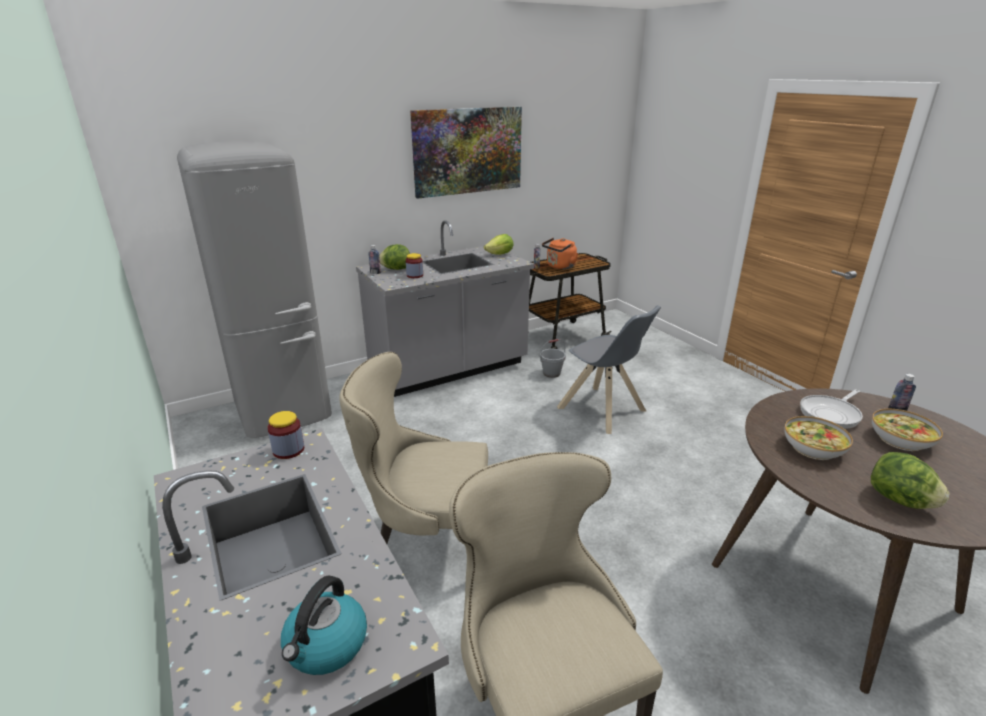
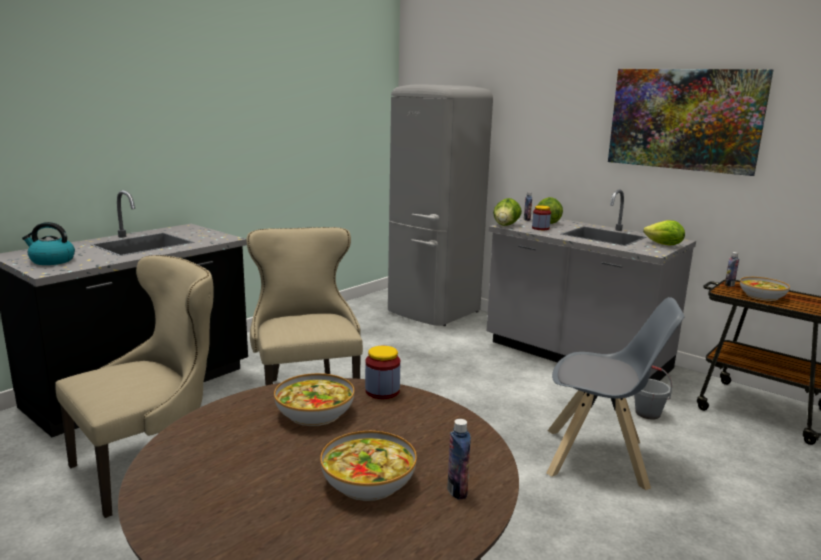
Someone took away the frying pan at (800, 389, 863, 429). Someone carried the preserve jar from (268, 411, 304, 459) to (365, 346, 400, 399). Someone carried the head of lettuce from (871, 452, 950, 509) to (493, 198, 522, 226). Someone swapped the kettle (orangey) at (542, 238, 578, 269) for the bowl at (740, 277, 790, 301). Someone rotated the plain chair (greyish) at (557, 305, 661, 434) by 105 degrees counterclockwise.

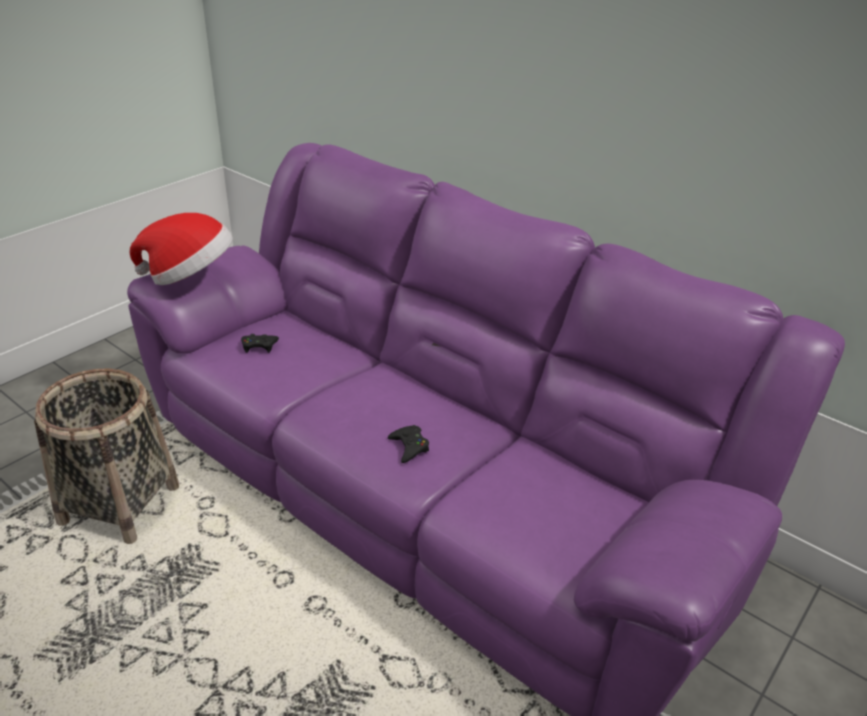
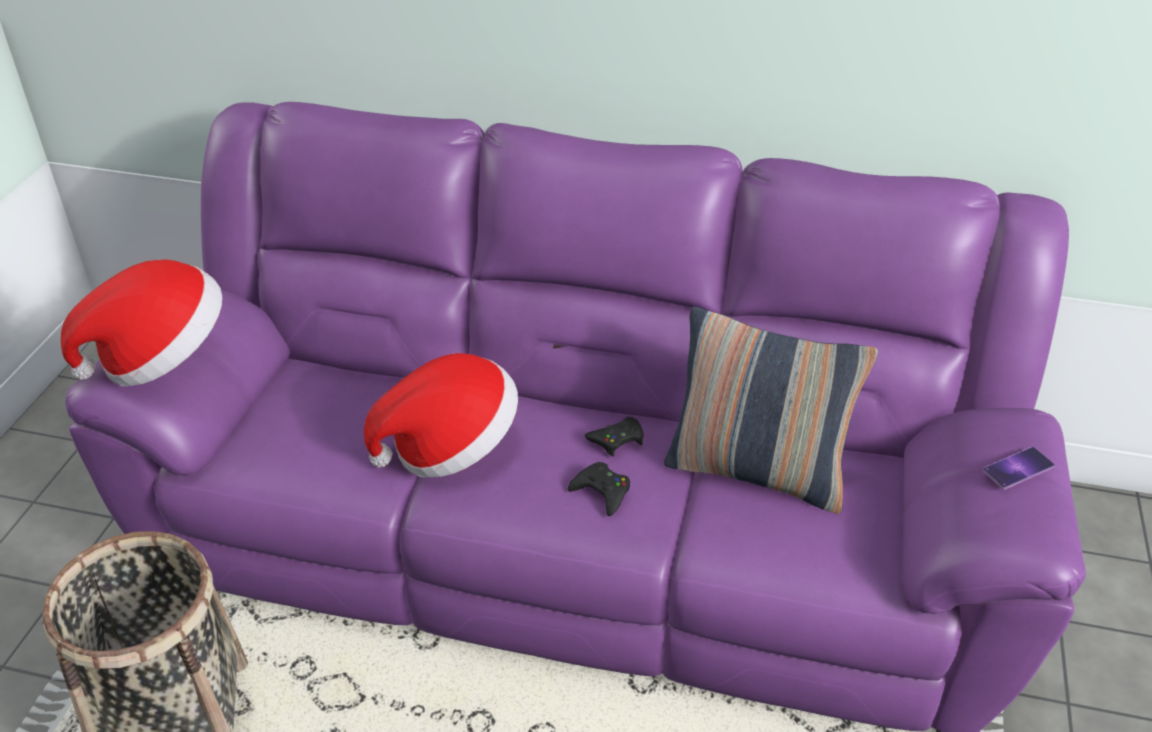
Someone put down the wearable hat at (364, 353, 518, 477). Someone put down the cushion at (664, 307, 878, 514). Someone put down the handset at (983, 447, 1055, 489). Someone carried the joypad (black-coloured) from (241, 334, 279, 353) to (585, 417, 644, 457).

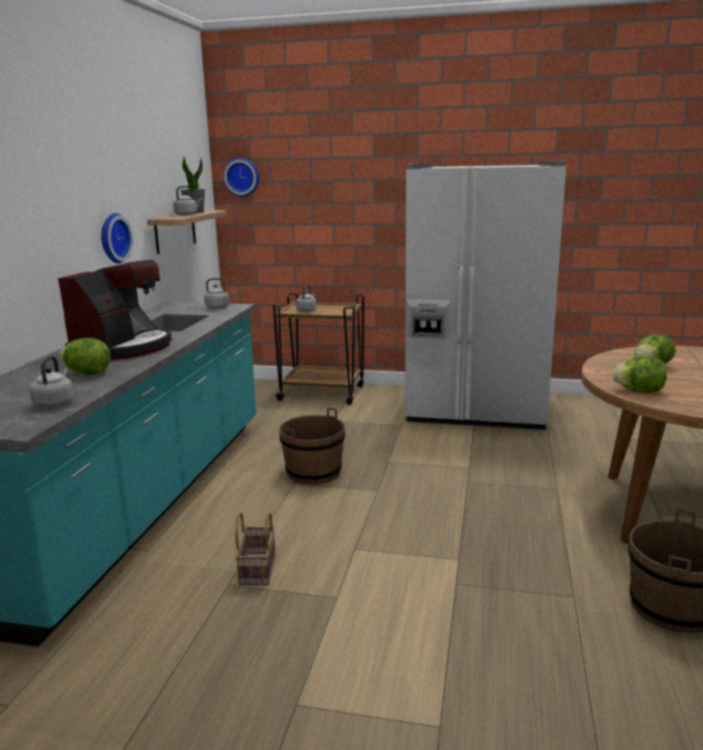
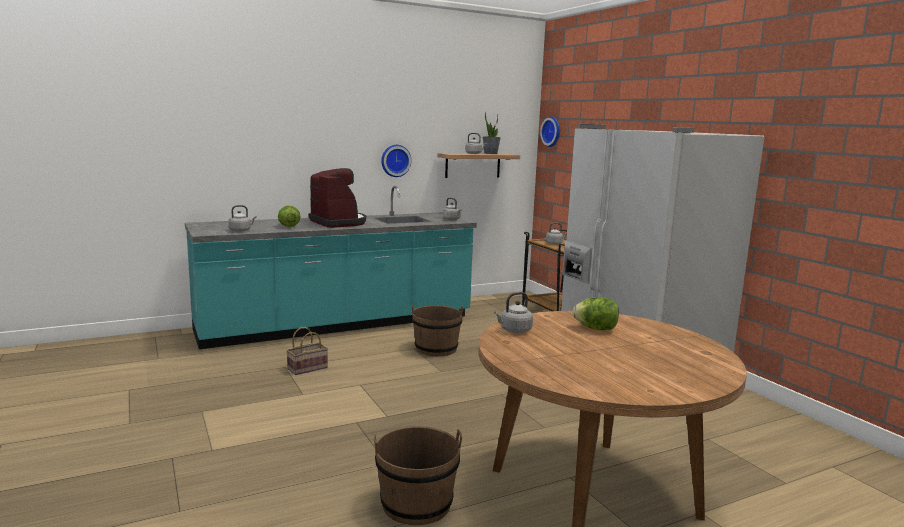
Someone swapped the head of lettuce at (612, 356, 667, 393) for the kettle (greyish) at (494, 292, 533, 333). Someone rotated the coffee brewer at (58, 260, 172, 360) by 105 degrees counterclockwise.

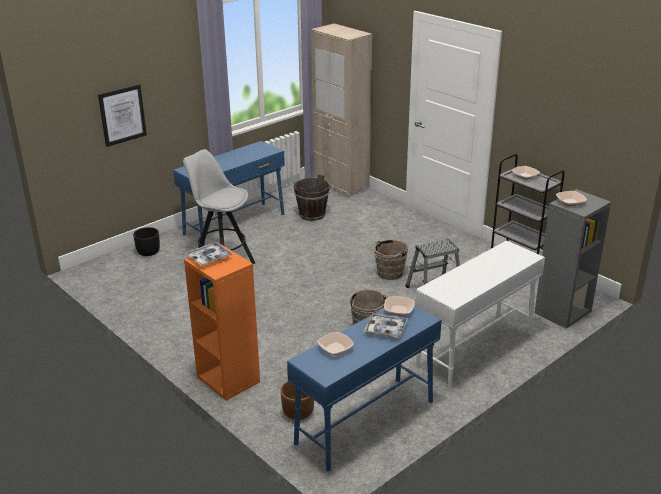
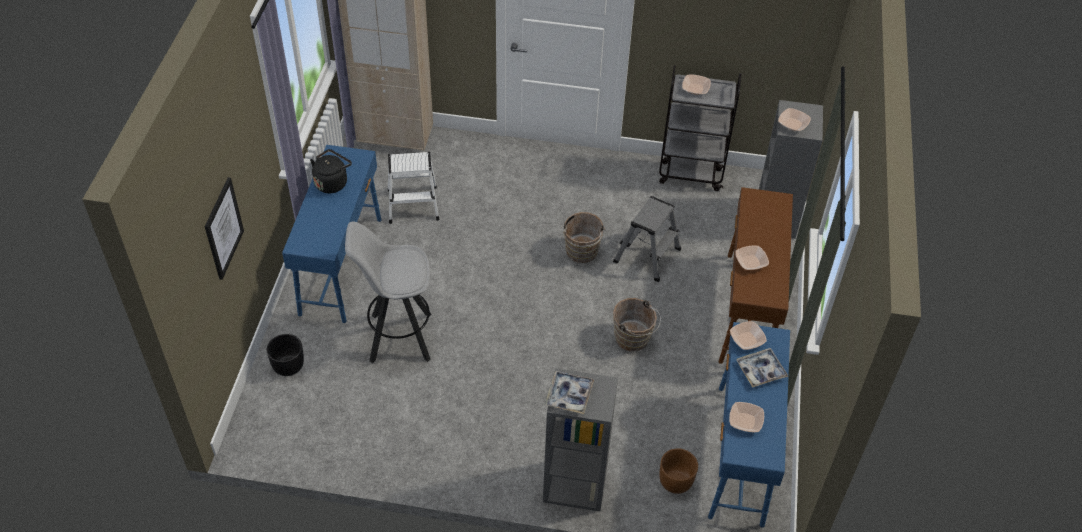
Someone put down the kettle (black-coloured) at (310, 149, 352, 193). Someone put down the bowl at (735, 245, 769, 270). Someone swapped the bucket (brown-coloured) at (294, 174, 330, 221) for the stepladder (white-coloured) at (388, 152, 439, 224). Someone repainted the bookshelf (orangey) at (184, 244, 260, 401), which became the bookshelf (greyish) at (543, 368, 618, 511). Someone repainted the console table (white-coloured) at (415, 240, 545, 388), which became the console table (brown-coloured) at (719, 187, 793, 364).

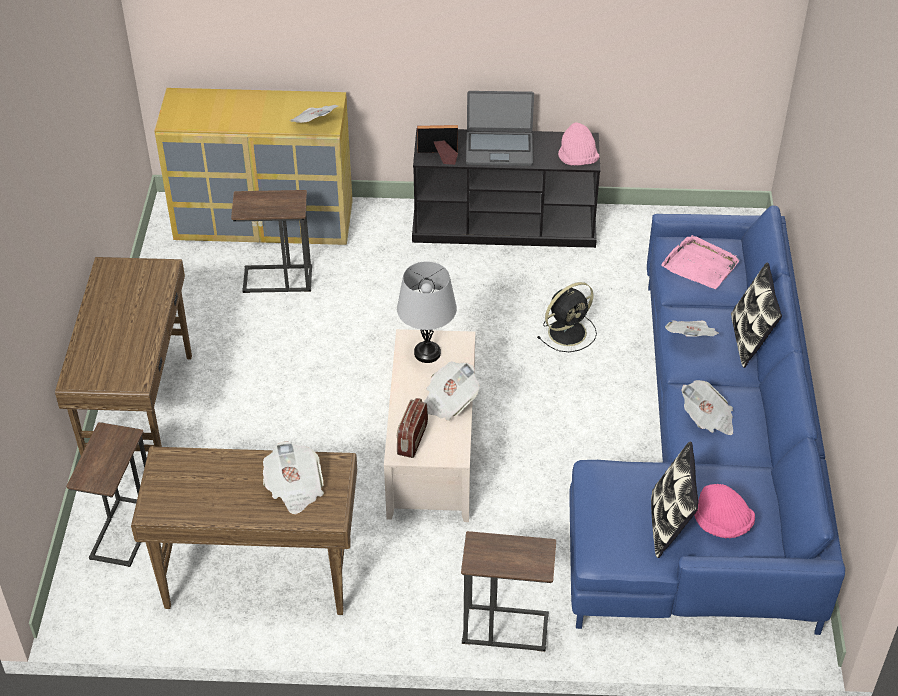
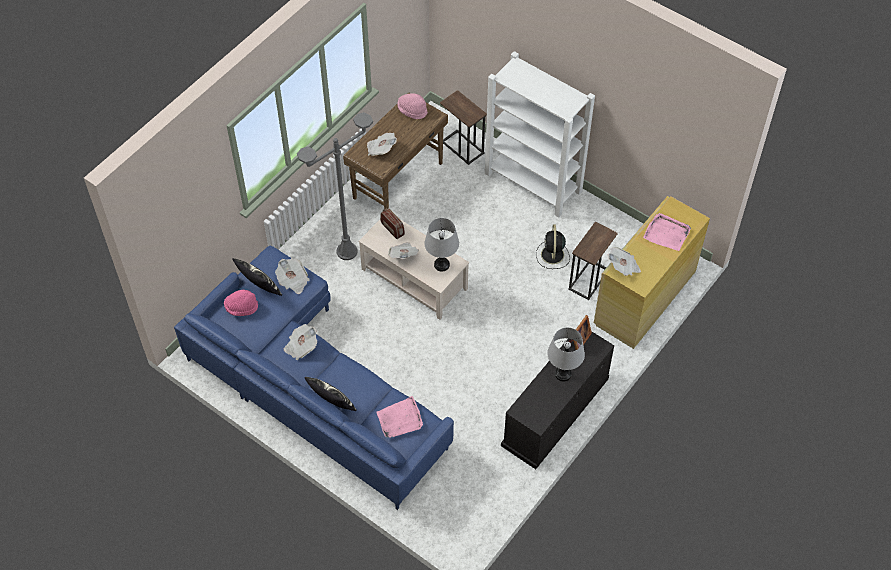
Someone took away the side table (brown-coloured) at (461, 531, 556, 652). Someone put down the floor lamp (greyish) at (297, 112, 373, 260). Someone put down the carrying tray (pinkish) at (643, 213, 691, 251). Someone carried the electric fan (black-coloured) from (537, 282, 597, 352) to (536, 224, 570, 269). Someone carried the wearable hat (pinkish) from (558, 123, 600, 166) to (397, 93, 428, 119). Someone carried the newspaper from (665, 320, 719, 337) to (275, 258, 310, 294). Someone swapped the console table (brown-coloured) at (55, 257, 192, 455) for the bookshelf (white-coloured) at (485, 51, 595, 217). Someone swapped the portable computer at (466, 91, 534, 166) for the table lamp (greyish) at (547, 328, 585, 381).

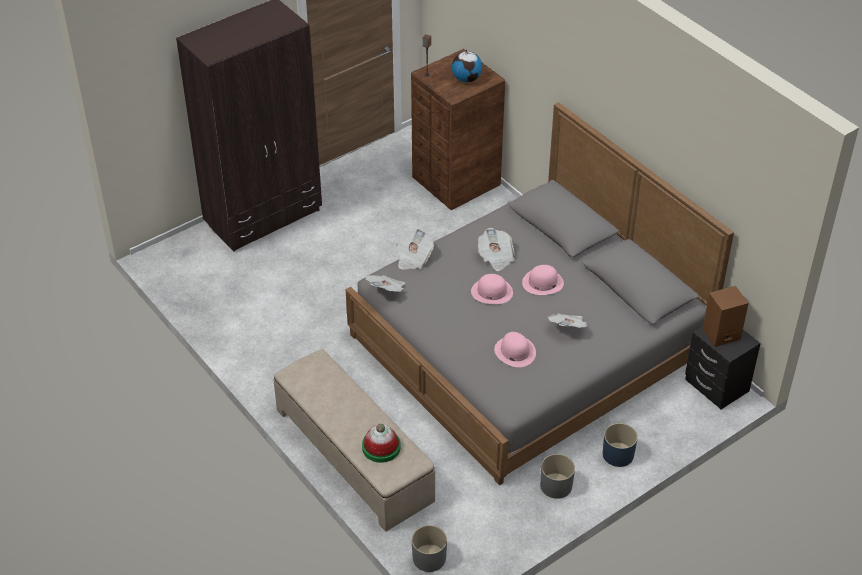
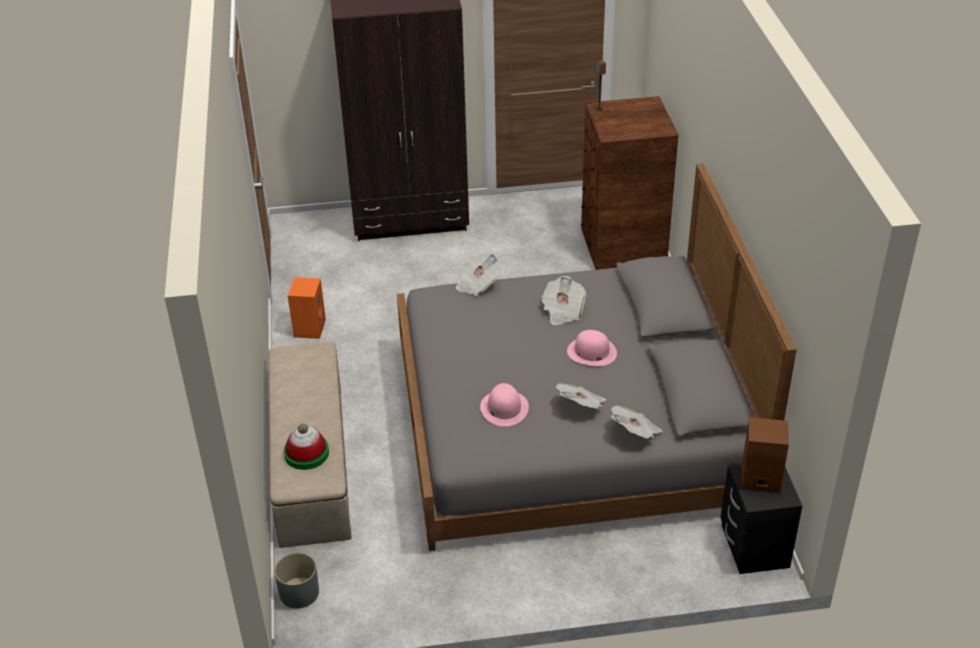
Someone took away the world globe at (452, 49, 482, 82). Someone took away the wearable hat (pinkish) at (471, 274, 513, 304). Someone took away the planter (greyish) at (540, 454, 575, 499). Someone took away the planter (blue-coloured) at (603, 423, 638, 467). Someone put down the speaker (orangey) at (288, 277, 326, 339). Someone carried the newspaper from (366, 275, 406, 292) to (611, 405, 663, 439).

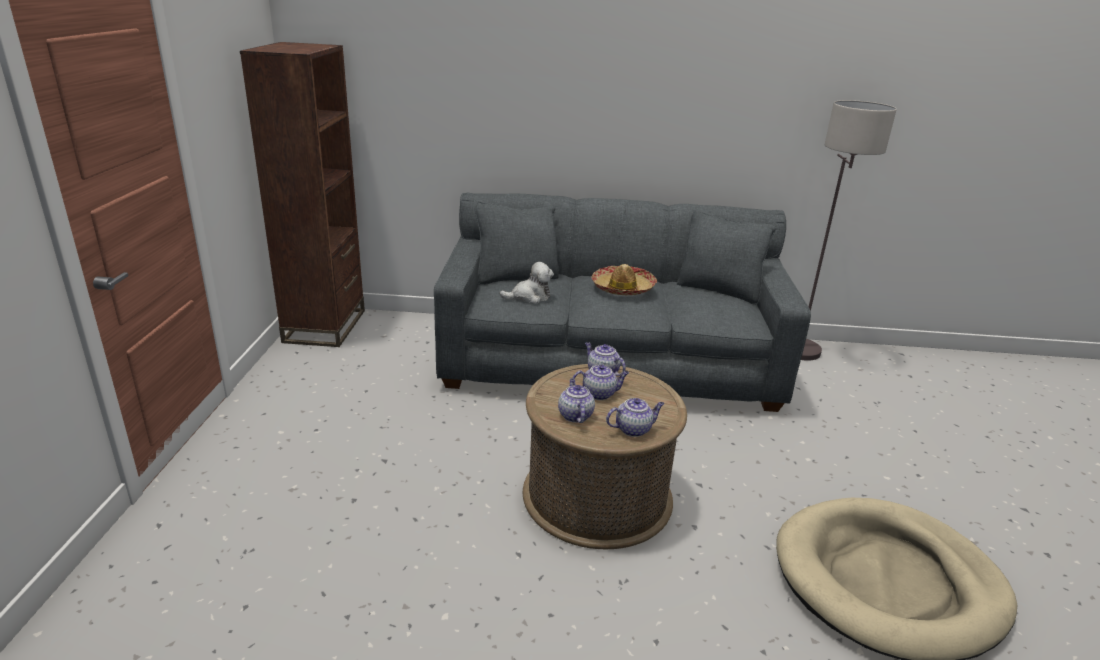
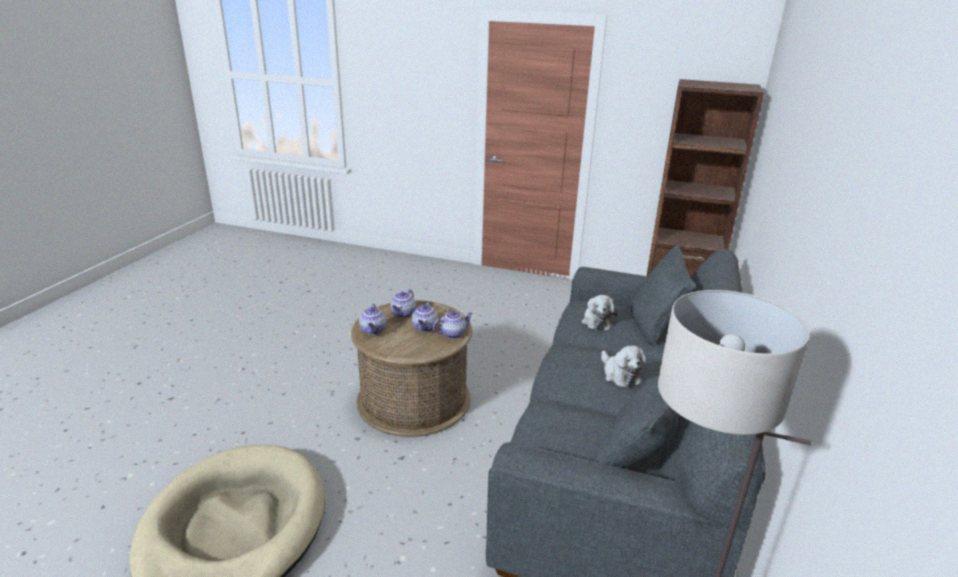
Someone swapped the wearable hat at (592, 264, 657, 295) for the soft toy at (601, 345, 646, 388). Someone rotated the tea pot at (558, 379, 595, 423) by 105 degrees clockwise.

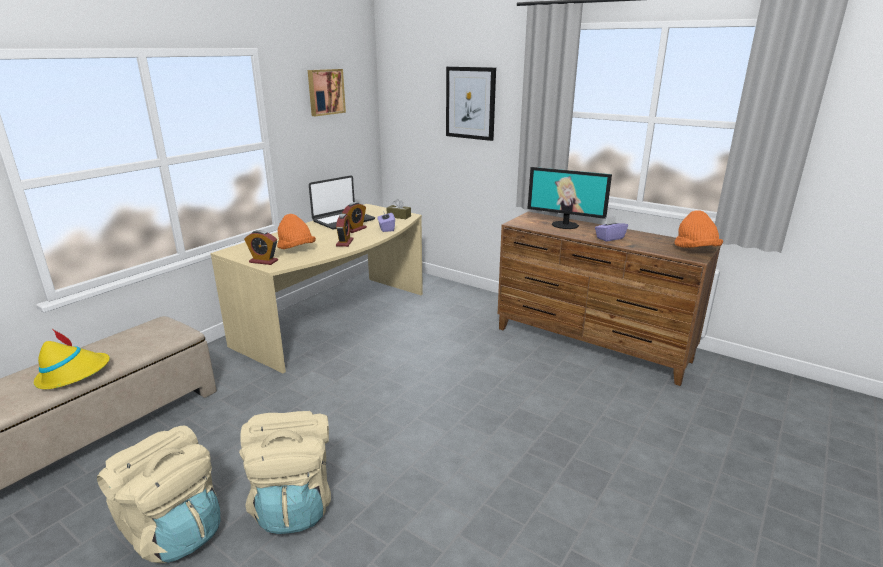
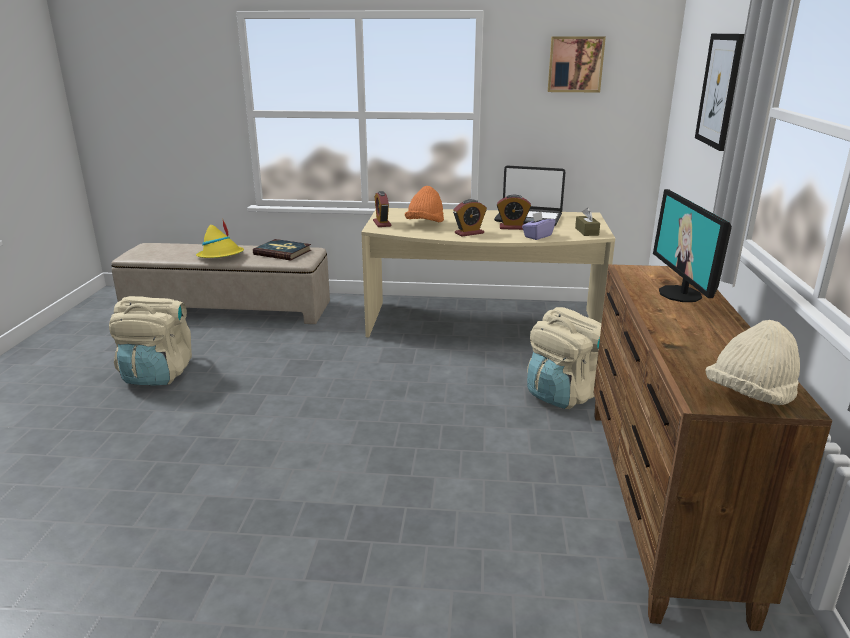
Someone took away the tissue holder (purple) at (595, 216, 628, 242). Someone put down the volume at (253, 239, 311, 260). Someone carried the backpack (beige) from (239, 411, 331, 534) to (527, 307, 602, 409). Someone repainted the wearable hat (orangey) at (674, 210, 723, 248), which became the wearable hat (beige) at (705, 320, 800, 405).

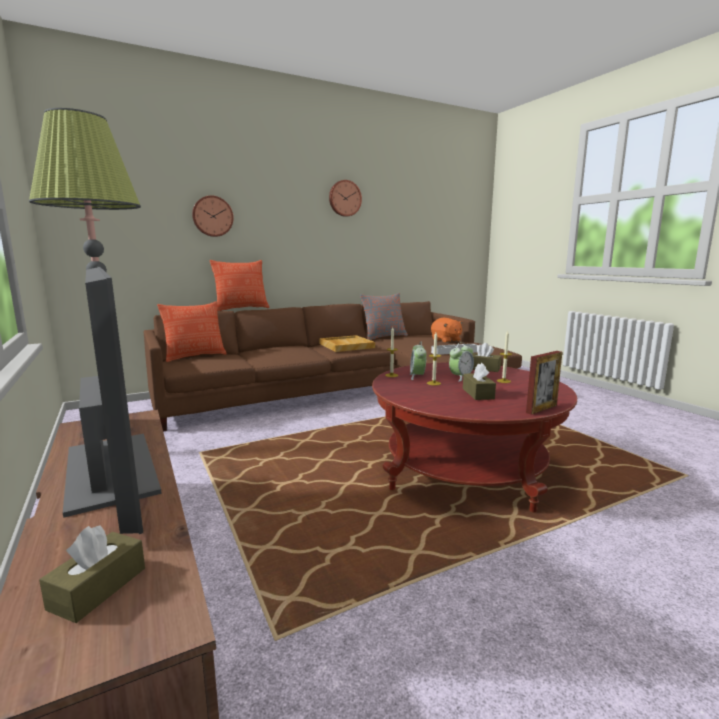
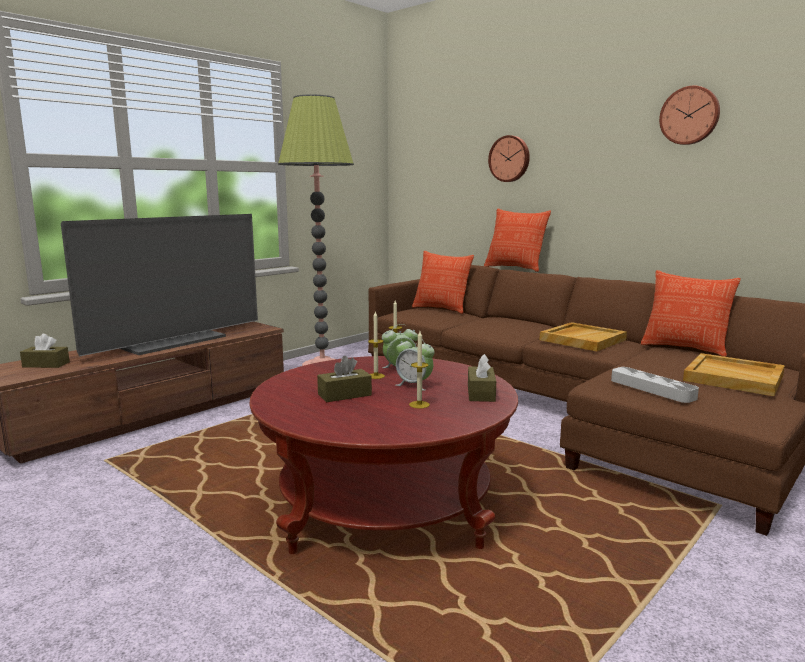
Someone took away the photo frame at (526, 351, 562, 415). Someone swapped the soft toy (orangey) at (431, 318, 463, 343) for the carrying tray (beige) at (683, 353, 785, 396). Someone repainted the cushion (greyish) at (360, 293, 408, 340), which became the cushion (orangey) at (641, 270, 741, 357).

